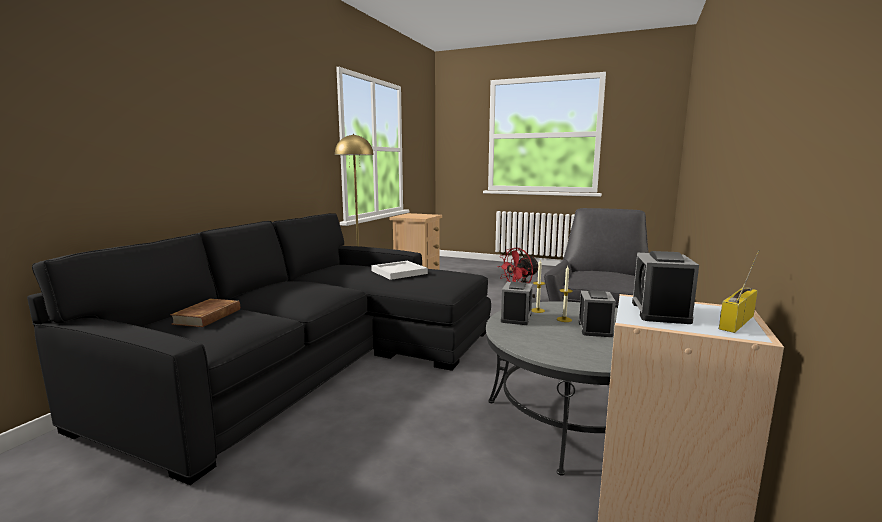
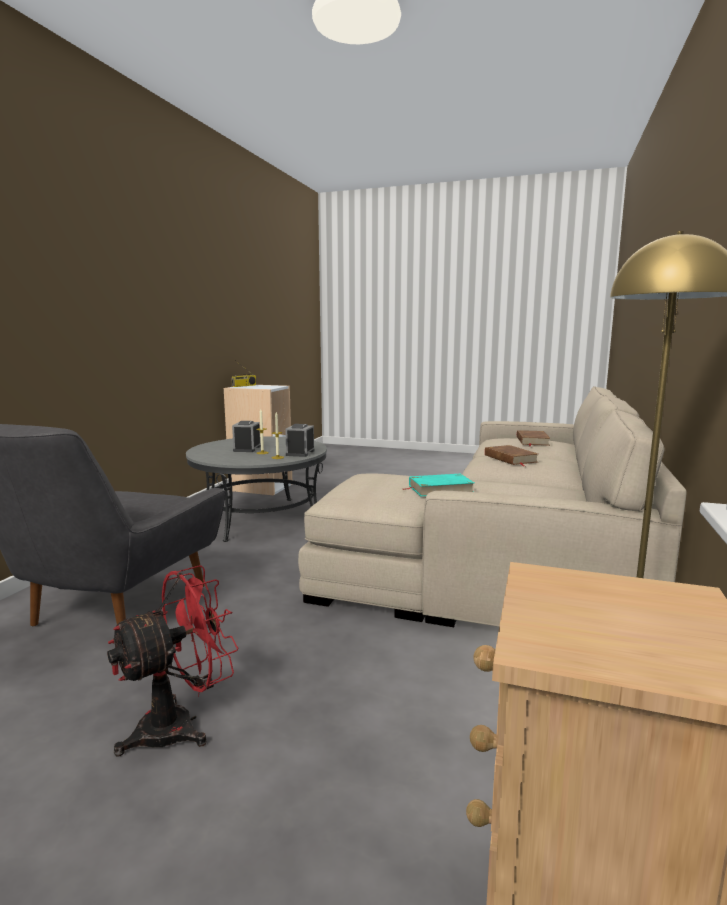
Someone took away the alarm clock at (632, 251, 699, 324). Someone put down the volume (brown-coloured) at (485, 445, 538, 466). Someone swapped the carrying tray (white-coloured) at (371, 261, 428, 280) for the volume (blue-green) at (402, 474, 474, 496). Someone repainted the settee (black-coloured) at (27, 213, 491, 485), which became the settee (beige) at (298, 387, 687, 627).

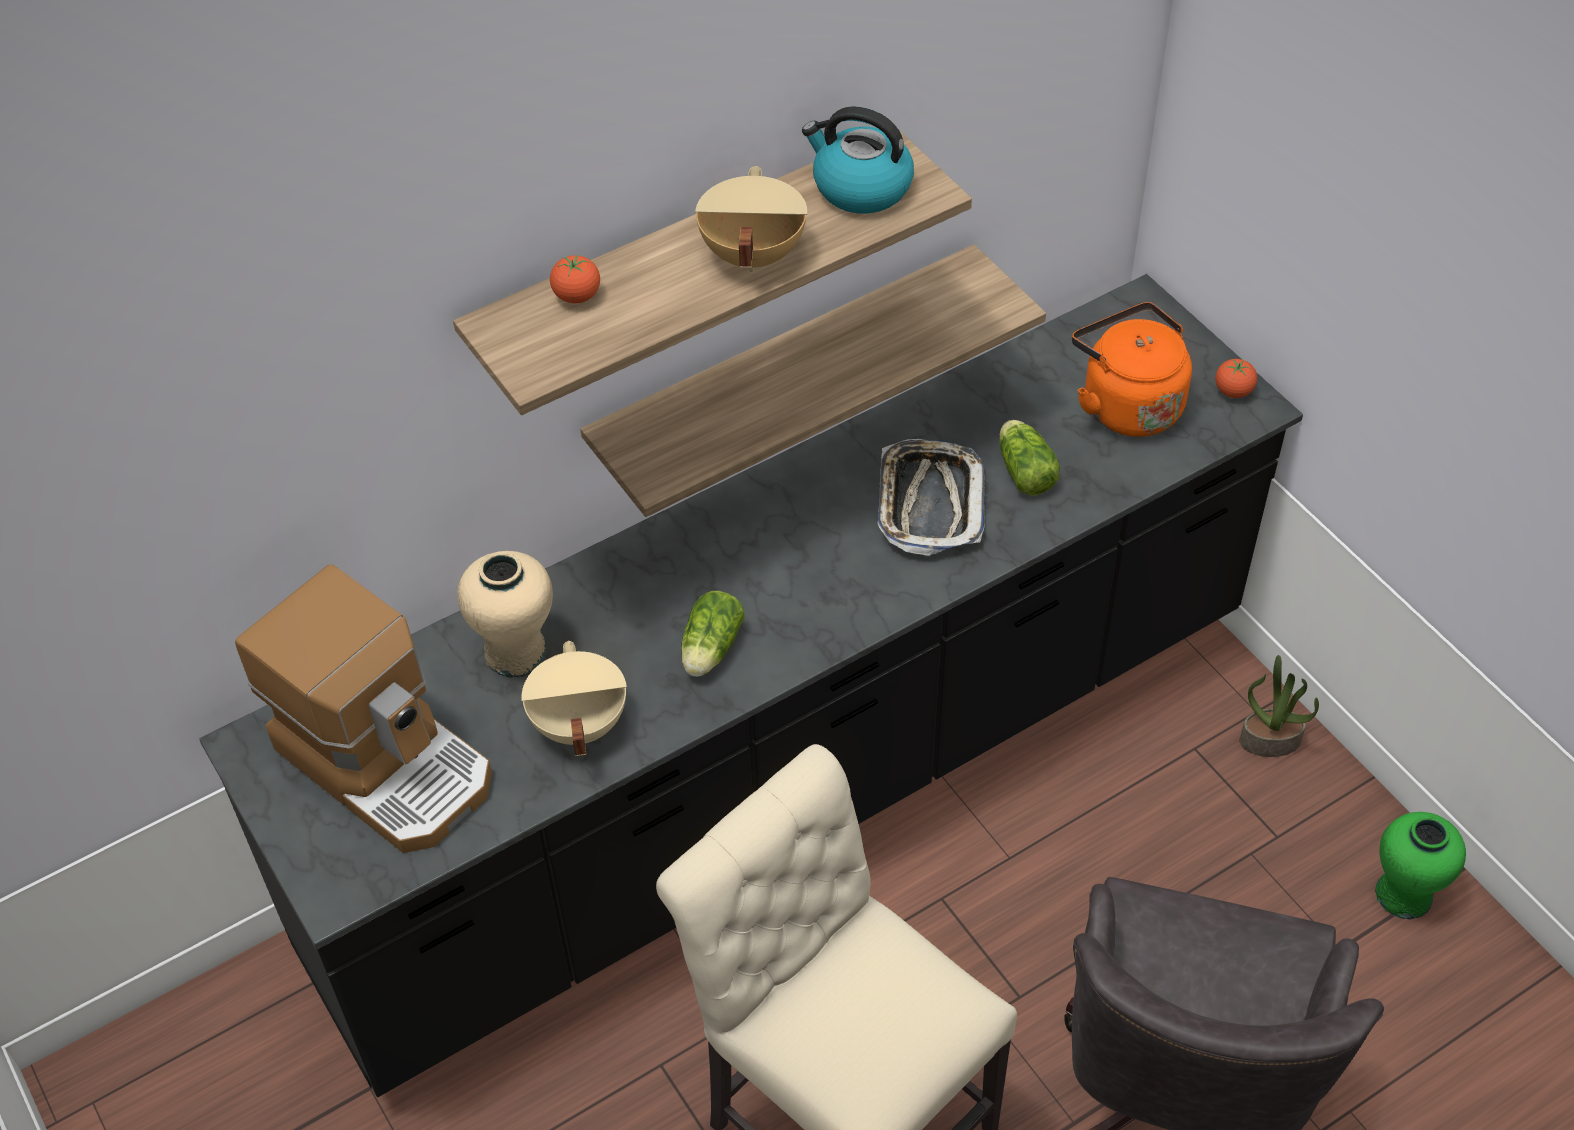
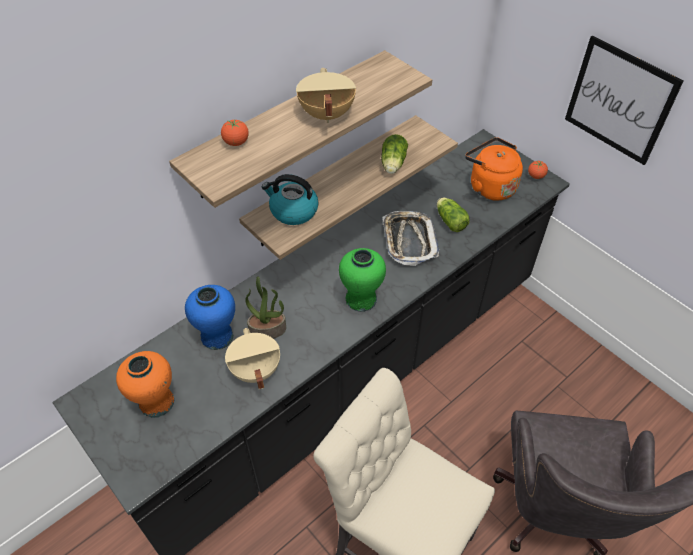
Someone put up the wall picture at (565, 35, 683, 165). Someone carried the head of lettuce from (681, 591, 745, 677) to (381, 134, 408, 174). Someone carried the kettle from (802, 106, 914, 213) to (262, 174, 318, 225). Someone carried the plant in a pot from (1239, 655, 1319, 757) to (245, 276, 286, 339). Someone carried the decorative vase (green-coloured) from (1375, 812, 1466, 920) to (339, 248, 386, 312). Someone swapped the coffee brewer at (235, 565, 492, 853) for the decorative vase (orangey) at (116, 351, 174, 418). Someone repainted the decorative vase (beige) at (457, 551, 553, 678), which became the decorative vase (blue-coloured) at (185, 285, 235, 350).

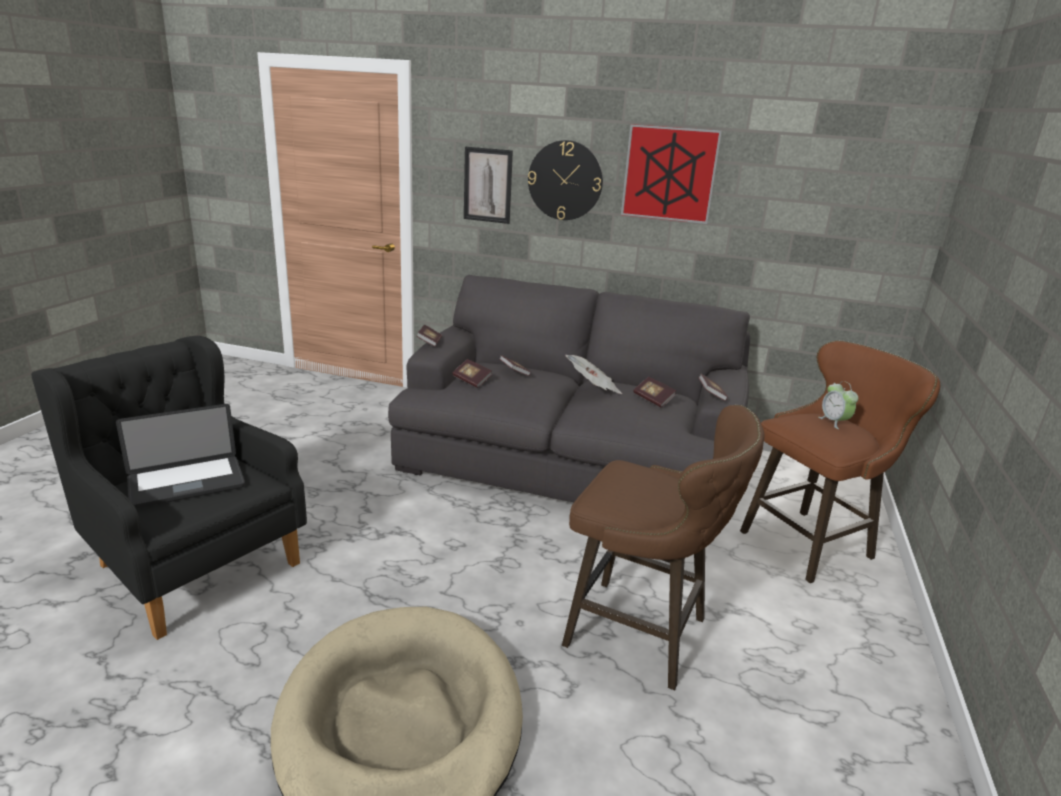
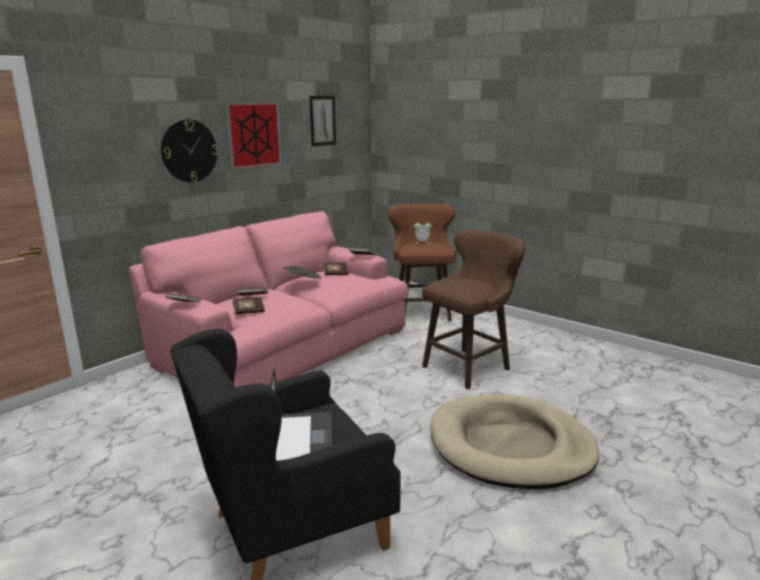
Someone carried the wall picture from (464, 147, 513, 224) to (309, 96, 336, 146). Someone repainted the settee (greyish) at (388, 275, 750, 502), which became the settee (pinkish) at (129, 211, 408, 388).

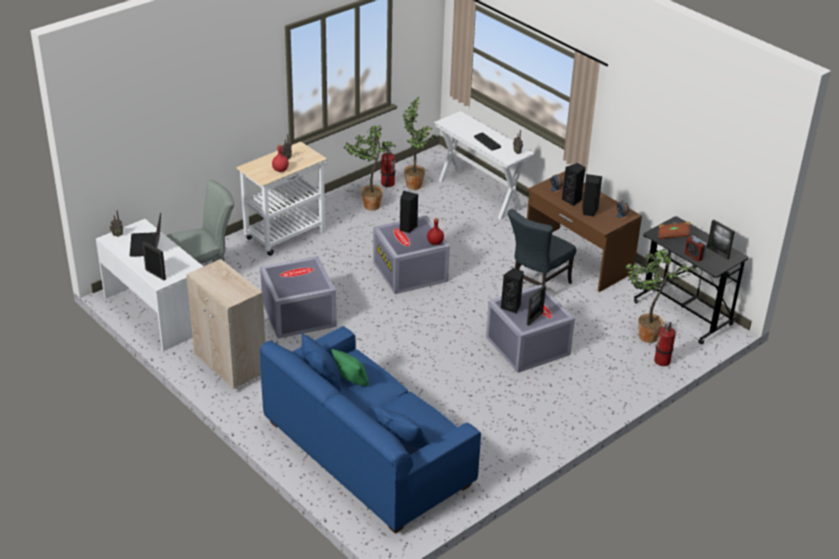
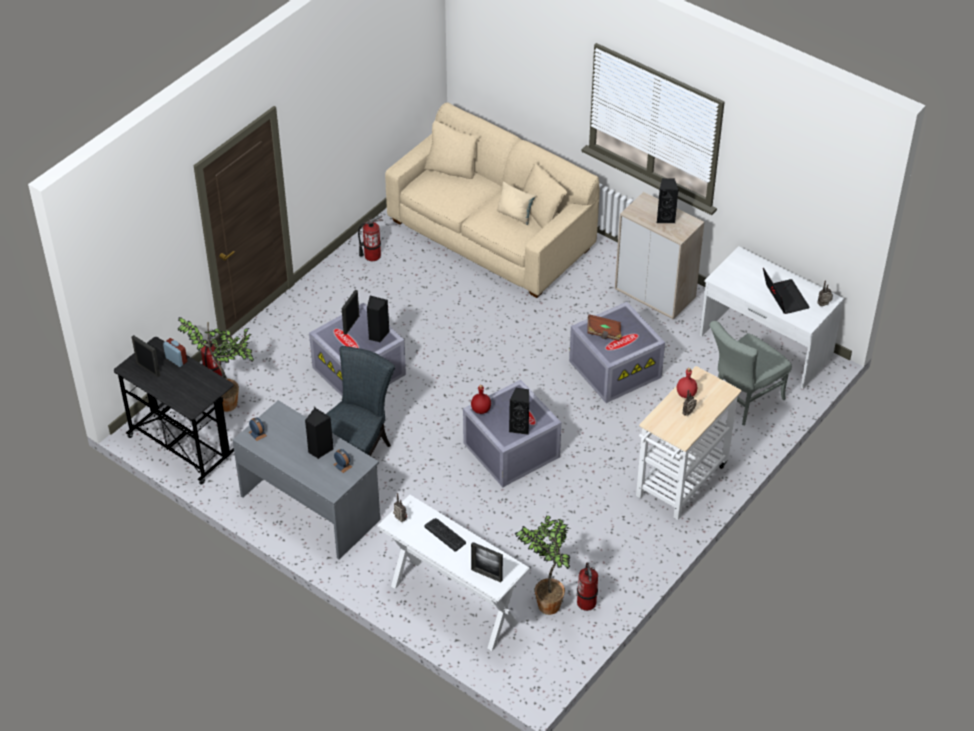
Someone took away the plant in a pot at (343, 125, 396, 211). Someone put down the fire extinguisher at (358, 215, 383, 261). Someone carried the photo frame from (142, 241, 166, 280) to (471, 542, 503, 582). Someone carried the speaker (black-coloured) from (582, 174, 602, 217) to (657, 178, 678, 223). Someone carried the volume (brown-coloured) from (658, 222, 691, 239) to (588, 314, 621, 341). Someone repainted the settee (blue-coloured) at (260, 326, 481, 533), which became the settee (beige) at (385, 102, 600, 298). Someone repainted the cushion (green-coloured) at (331, 349, 369, 386), which became the cushion (beige) at (497, 181, 536, 225). Someone repainted the desk (brown-coloured) at (527, 171, 642, 292), which became the desk (greyish) at (233, 400, 380, 559).

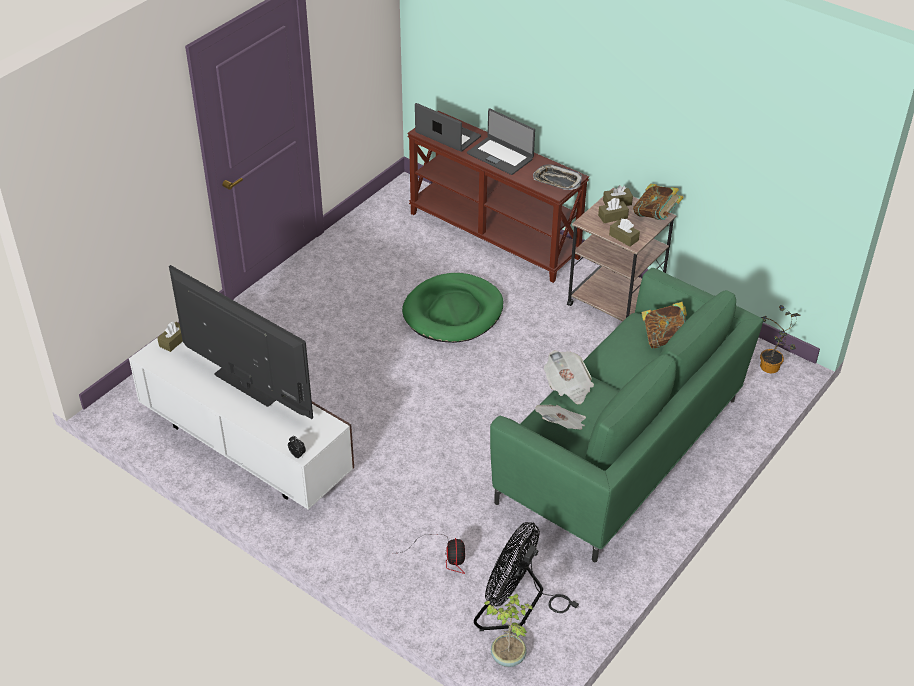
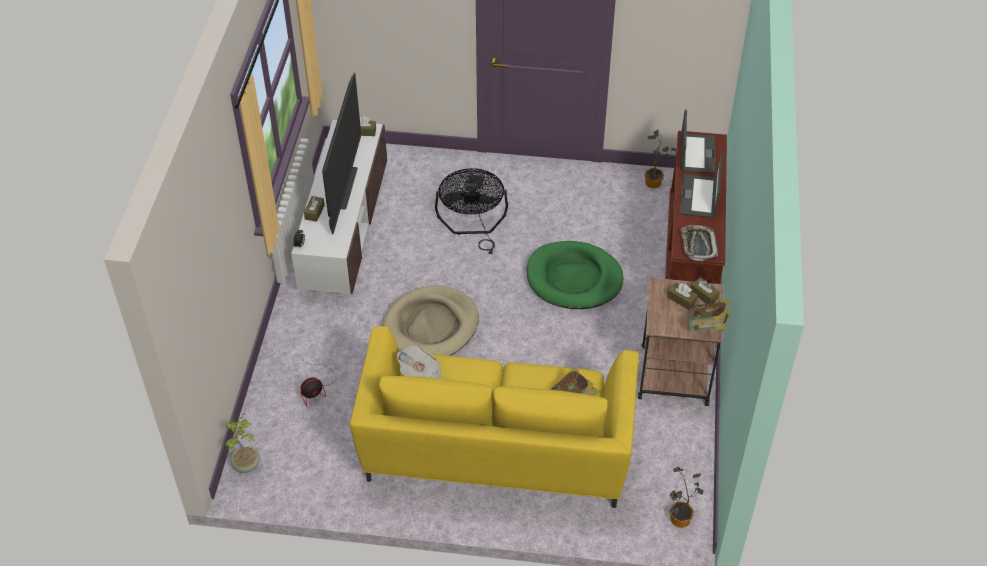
Someone took away the newspaper at (544, 350, 594, 404). Someone put down the dog cushion (beige) at (382, 285, 479, 356). Someone put down the plant in a pot at (645, 130, 677, 188). Someone carried the electric fan (black-coloured) from (474, 522, 579, 631) to (435, 168, 508, 254). Someone carried the tissue holder (brown-coloured) from (609, 219, 640, 247) to (304, 196, 325, 222). Someone repainted the settee (green-coloured) at (490, 268, 763, 562), which became the settee (yellow) at (350, 326, 639, 508).

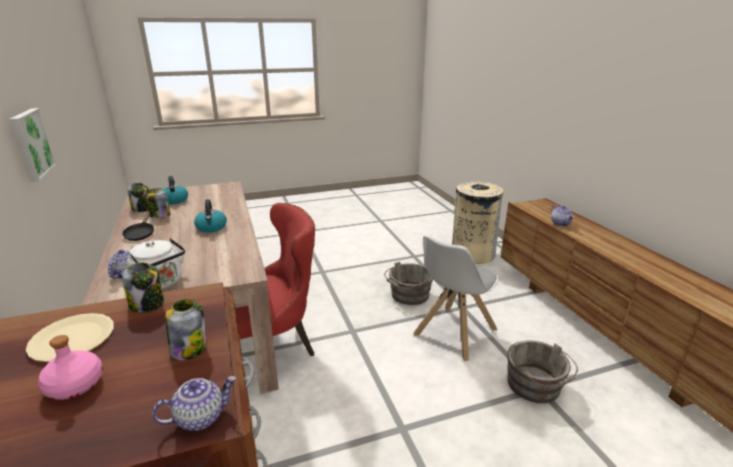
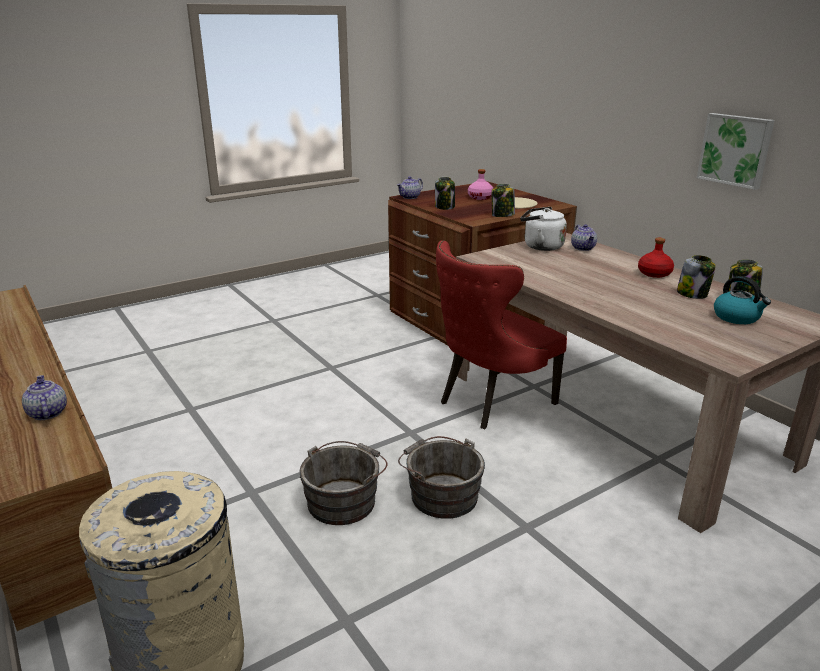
Someone took away the kettle at (194, 199, 227, 233). Someone took away the plain chair at (413, 235, 500, 361). Someone carried the bucket (greyish) from (507, 340, 578, 403) to (398, 436, 485, 519). Someone swapped the frying pan (black-coloured) at (122, 212, 154, 241) for the drink bottle (red) at (638, 238, 674, 278).

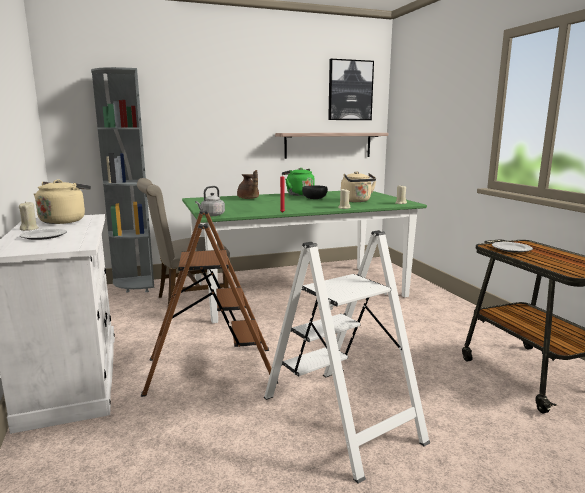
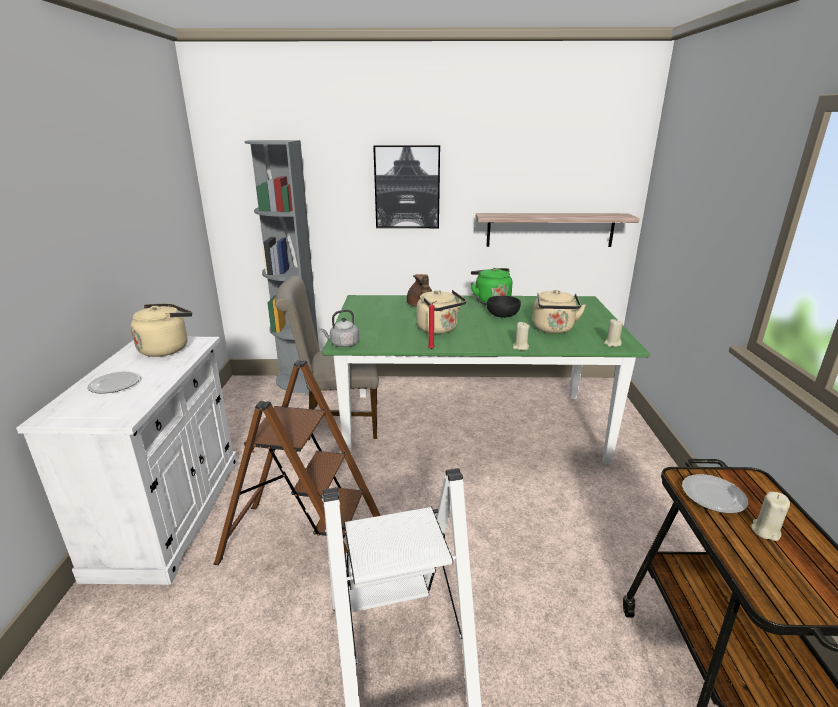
Someone put down the kettle (beige) at (417, 290, 466, 334). Someone carried the wax light (beige) from (19, 201, 39, 231) to (751, 492, 790, 541). Someone carried the wall picture from (328, 59, 374, 120) to (373, 145, 440, 228).

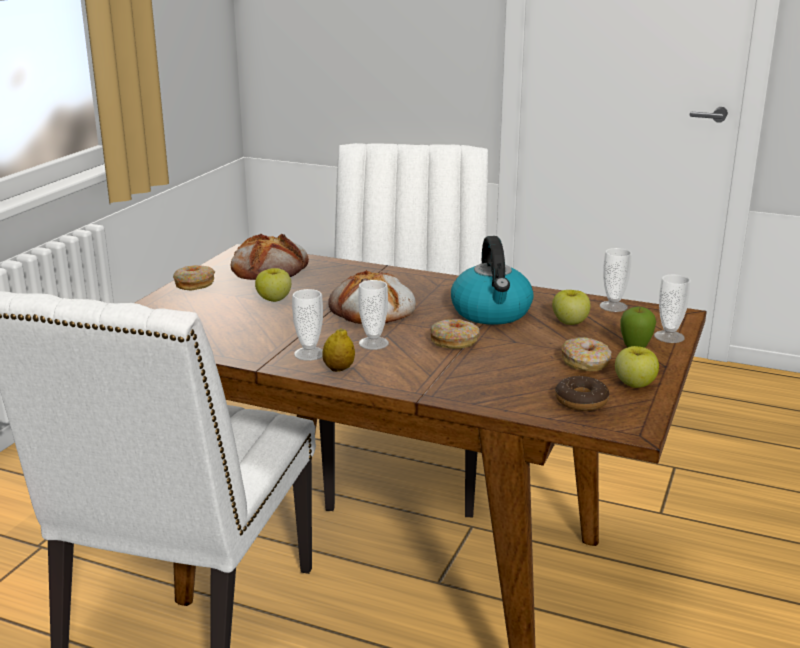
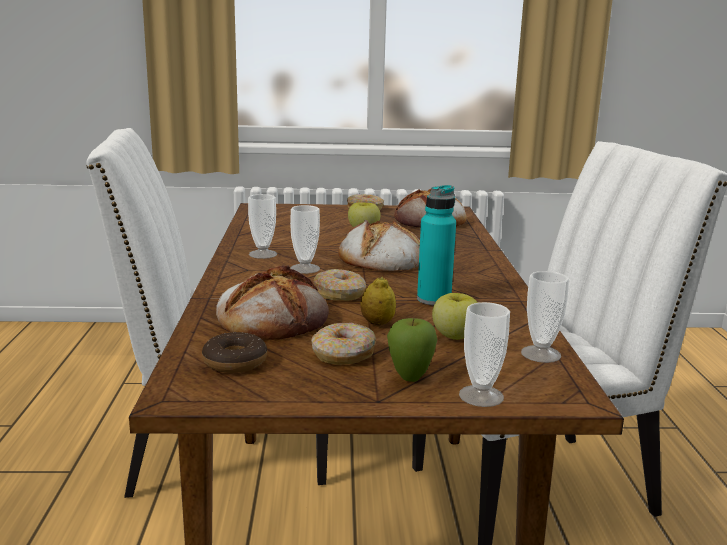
Someone took away the whole apple at (615, 346, 659, 388). Someone put down the bakery bread at (216, 265, 329, 340). Someone carried the whole lemon from (322, 328, 355, 372) to (360, 277, 396, 325). Someone swapped the kettle at (451, 236, 533, 325) for the drink bottle (blue-green) at (417, 185, 456, 305).

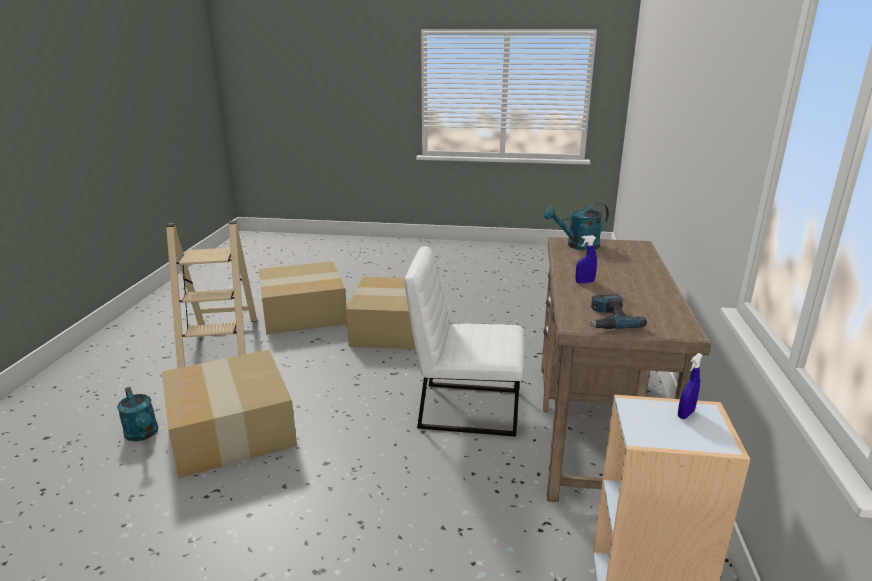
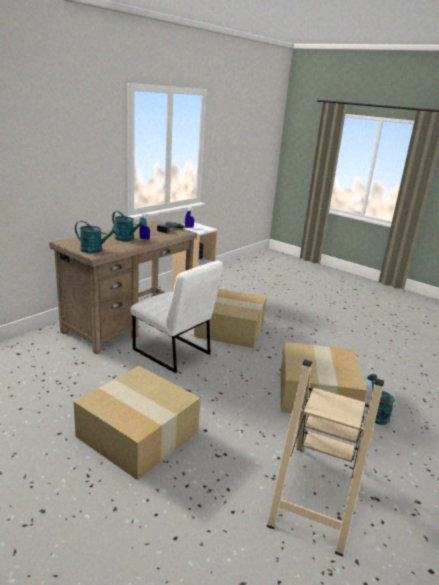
Someone put down the watering can (blue-green) at (112, 211, 147, 241). Someone carried the carton from (259, 261, 347, 335) to (194, 289, 267, 348).

